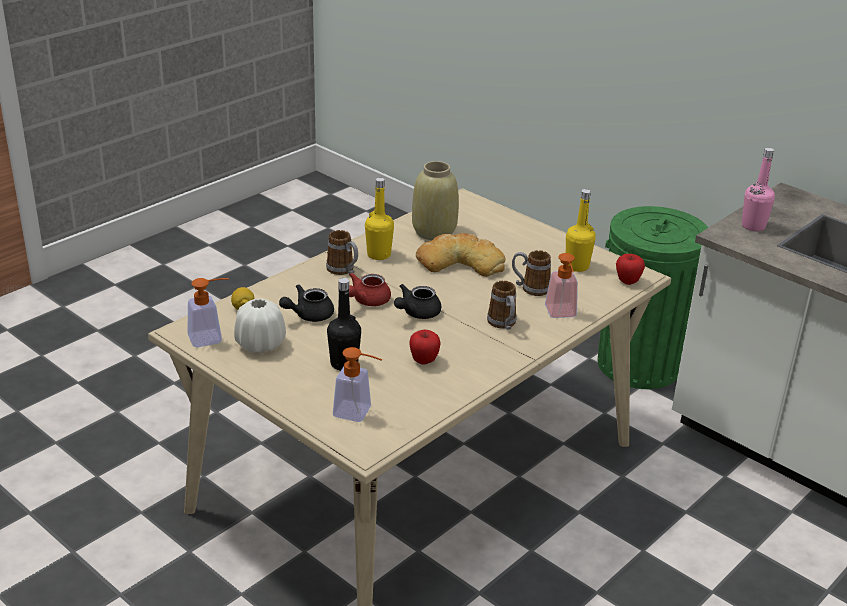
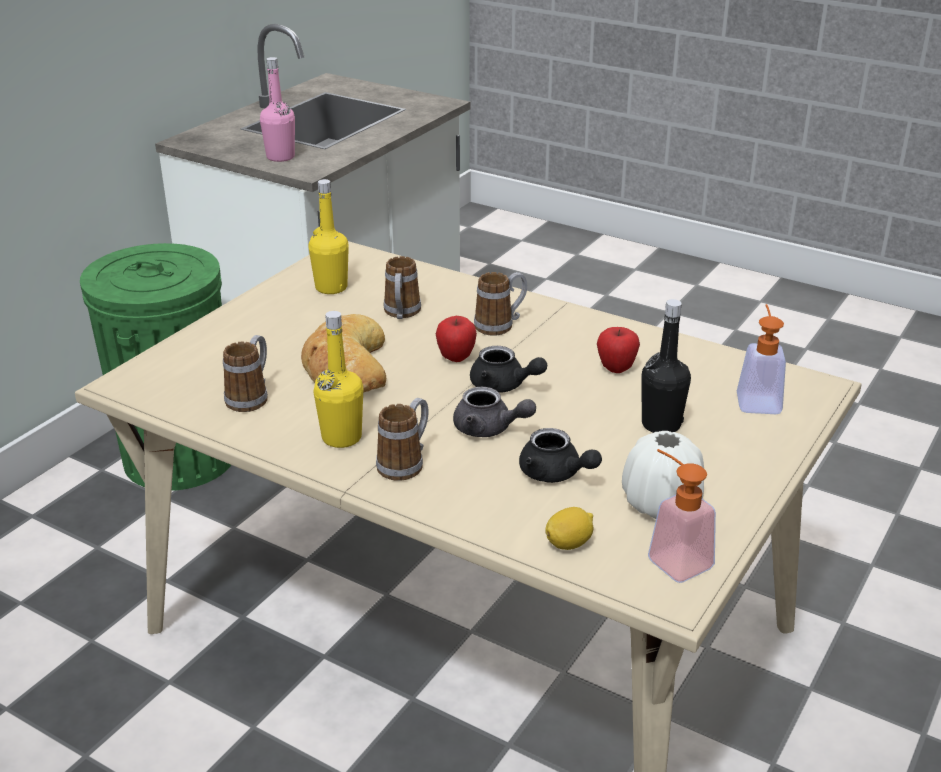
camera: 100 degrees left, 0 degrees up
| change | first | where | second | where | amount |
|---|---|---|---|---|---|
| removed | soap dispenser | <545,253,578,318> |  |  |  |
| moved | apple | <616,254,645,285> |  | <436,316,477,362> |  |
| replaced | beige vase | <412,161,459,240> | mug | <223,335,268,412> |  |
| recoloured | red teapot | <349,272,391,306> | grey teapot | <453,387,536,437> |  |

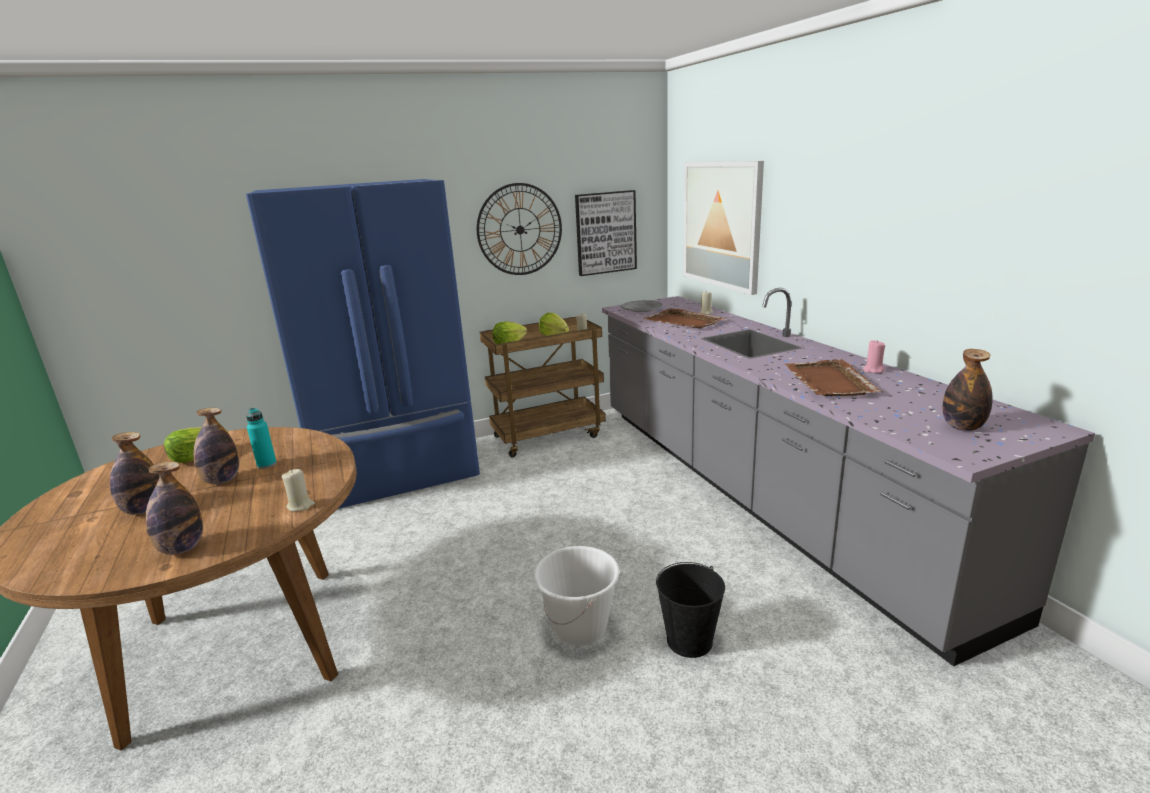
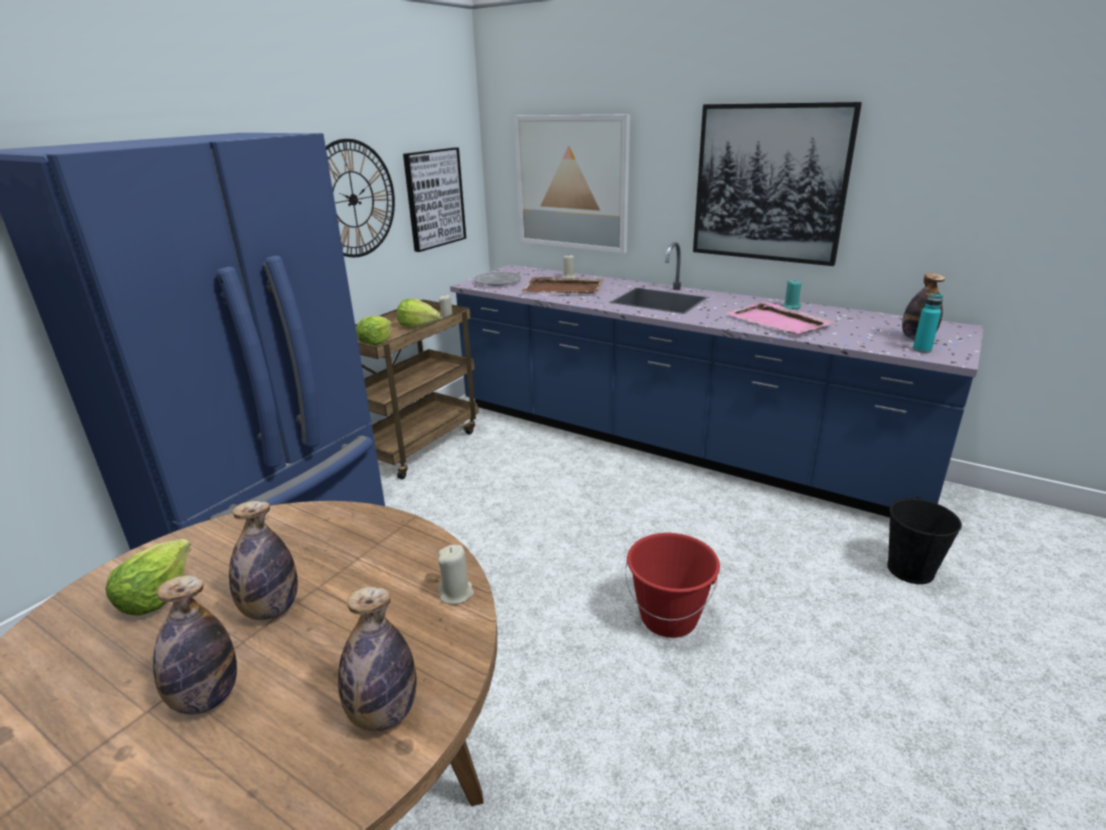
camera: 35 degrees left, 5 degrees up
| change | first | where | second | where | amount |
|---|---|---|---|---|---|
| added |  |  | picture | <693,102,862,266> |  |
| moved | turquoise bottle | <246,408,277,469> |  | <913,294,943,353> |  |
| moved | black bucket | <656,562,725,658> |  | <887,496,962,584> |  |
| recoloured | white bucket | <534,546,619,646> | red bucket | <625,533,720,638> |  |
| recoloured | grey counter | <602,288,1095,666> | blue counter | <450,242,984,518> |  |
| recoloured | brown tray | <785,359,882,396> | pink tray | <726,302,834,334> |  |
| recoloured | pink candle | <863,340,885,373> | turquoise candle | <782,280,802,309> |  |

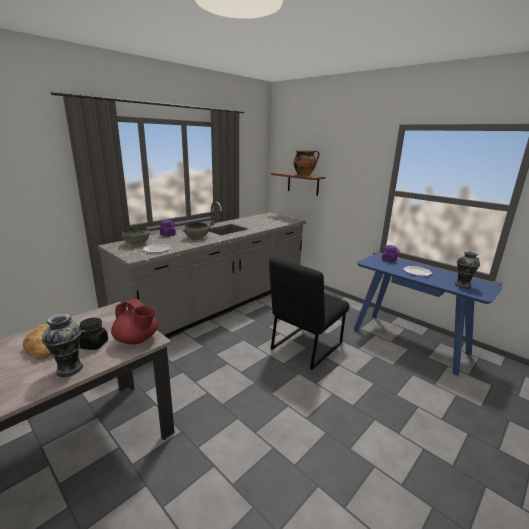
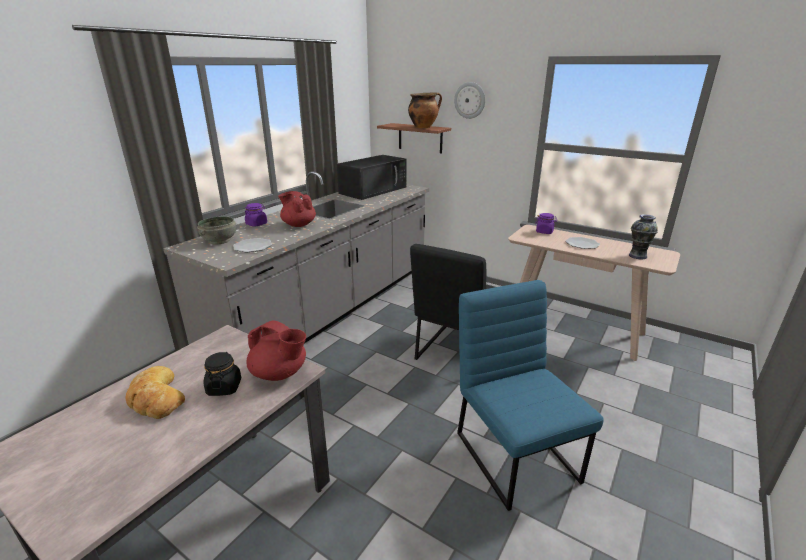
camera: 10 degrees left, 5 degrees up
| change | first | where | second | where | amount |
|---|---|---|---|---|---|
| removed | vase | <42,314,83,377> |  |  |  |
| added |  |  | black microwave | <337,155,406,200> |  |
| added |  |  | wall clock | <454,82,485,119> |  |
| added |  |  | blue chair | <457,280,604,511> |  |
| replaced | grey bowl | <182,222,210,240> | red teapot | <278,191,316,227> |  |
| recoloured | blue console table | <354,254,503,376> | beige console table | <508,225,680,361> |  |

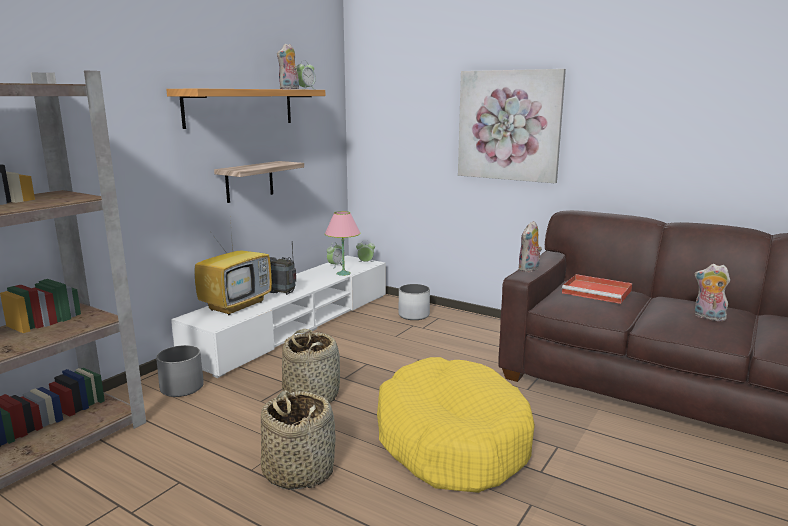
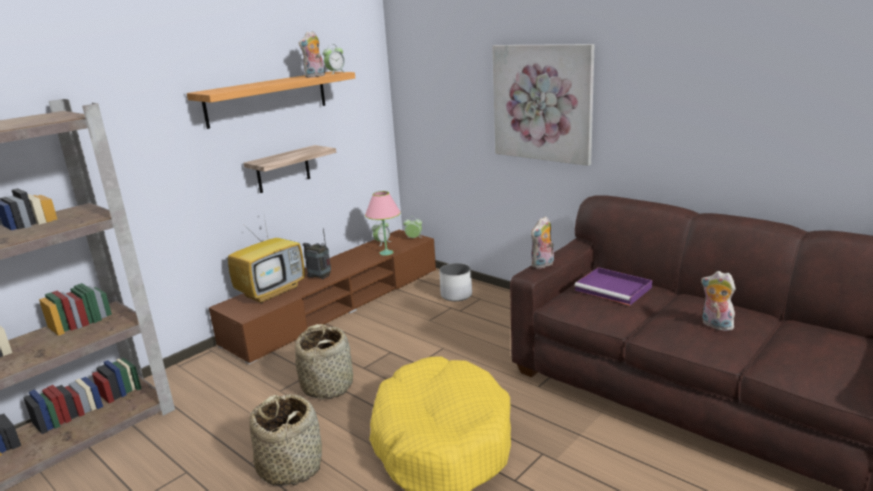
camera: 10 degrees right, 5 degrees up
| change | first | where | second | where | amount |
|---|---|---|---|---|---|
| removed | grey planter | <156,345,204,397> |  |  |  |
| recoloured | white tv stand | <171,256,386,378> | brown tv stand | <209,230,436,364> |  |
| recoloured | red tray | <562,274,632,304> | purple tray | <574,267,652,305> |  |

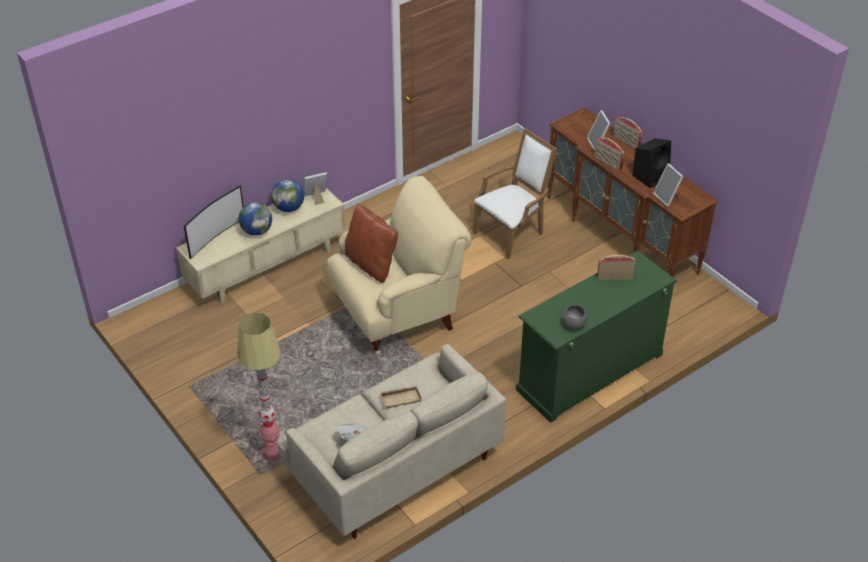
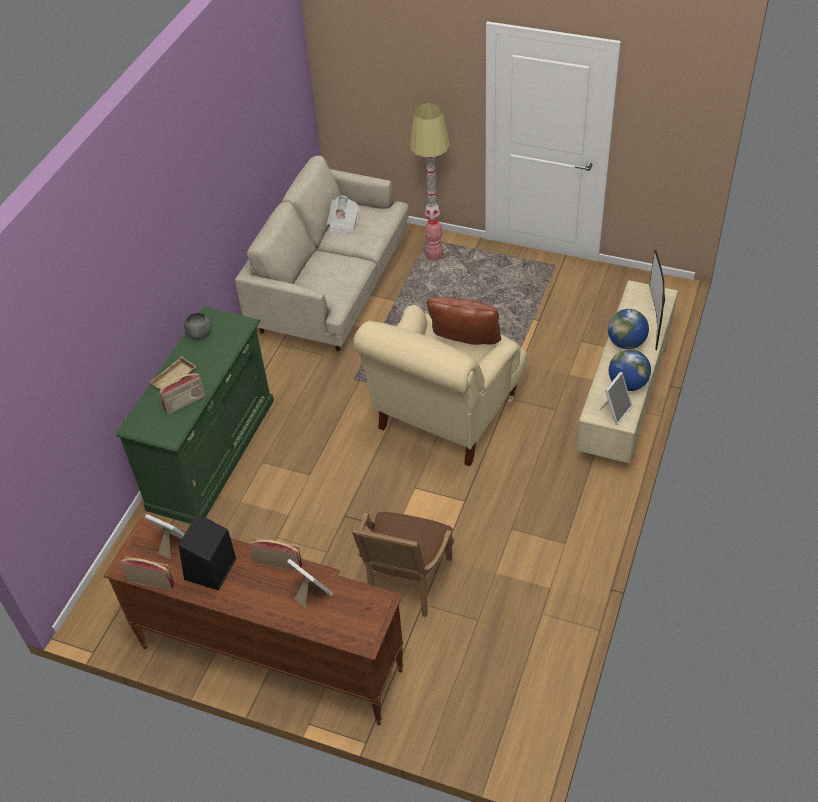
camera: 150 degrees right, 5 degrees up
| change | first | where | second | where | amount |
|---|---|---|---|---|---|
| moved | beige tray | <380,385,422,409> |  | <150,356,196,390> |  |
| moved | radio | <613,117,643,149> |  | <120,556,175,590> |  |
| recoloured | white armchair | <473,128,557,259> | brown armchair | <352,512,454,617> |  |

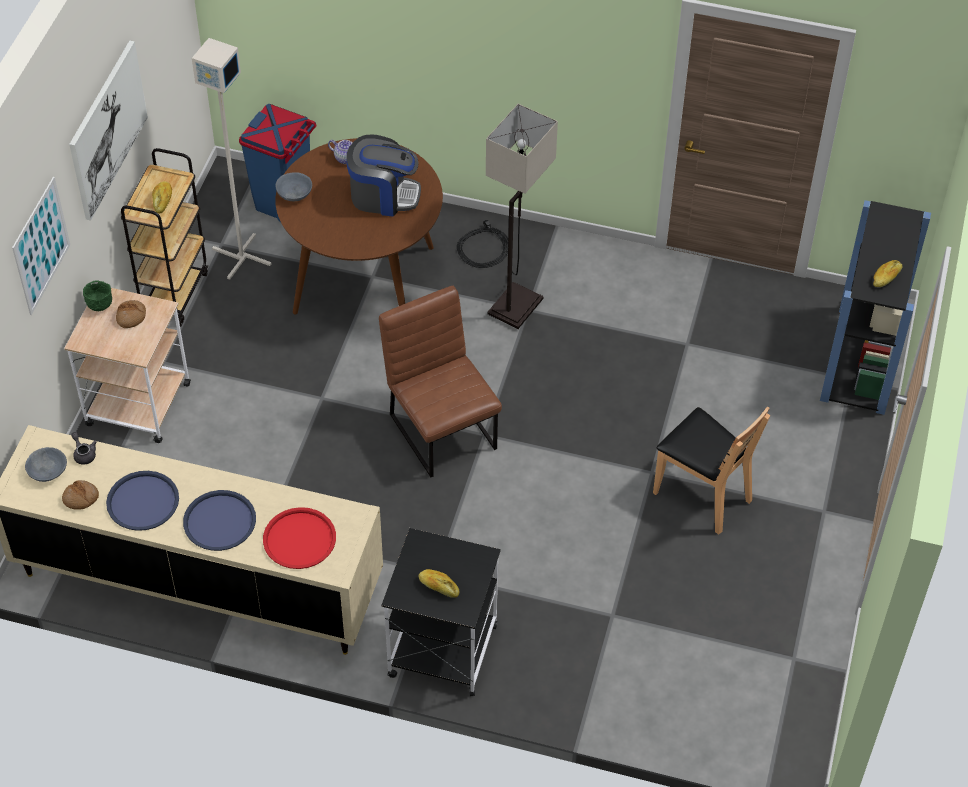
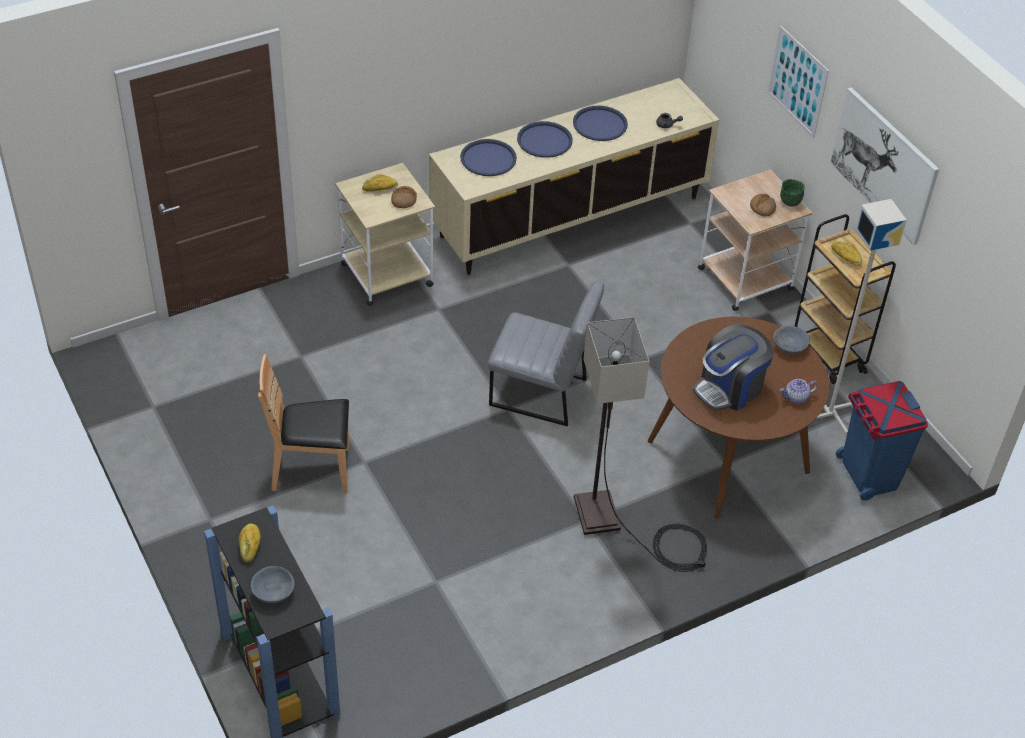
camera: 135 degrees right, 5 degrees down
| change | first | where | second | where | amount |
|---|---|---|---|---|---|
| moved | grey bowl | <25,447,67,482> |  | <251,566,294,603> |  |
| moved | bread | <62,480,99,510> |  | <391,186,417,208> |  |
| recoloured | red tray | <263,507,336,569> | blue tray | <460,139,517,176> |  |
| recoloured | brown chair | <379,286,502,477> | grey chair | <488,281,604,426> |  |
| recoloured | black cart | <381,528,501,696> | beige cart | <335,163,435,306> |  |

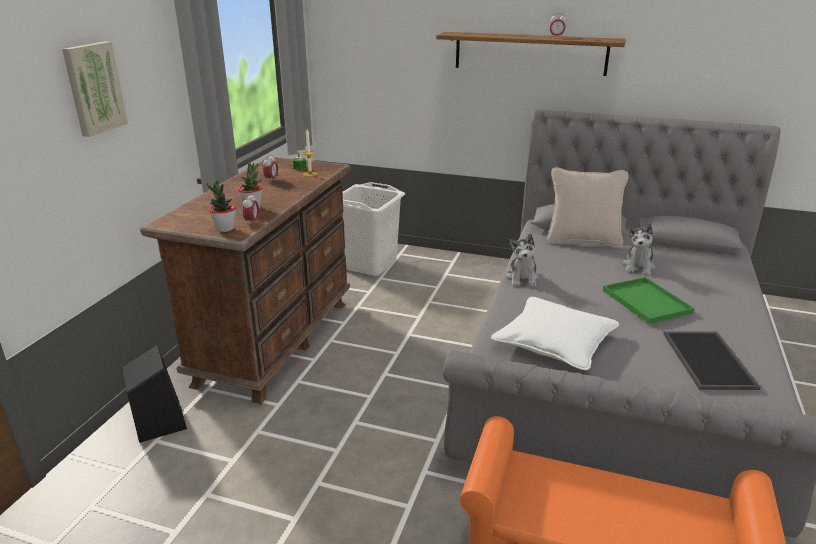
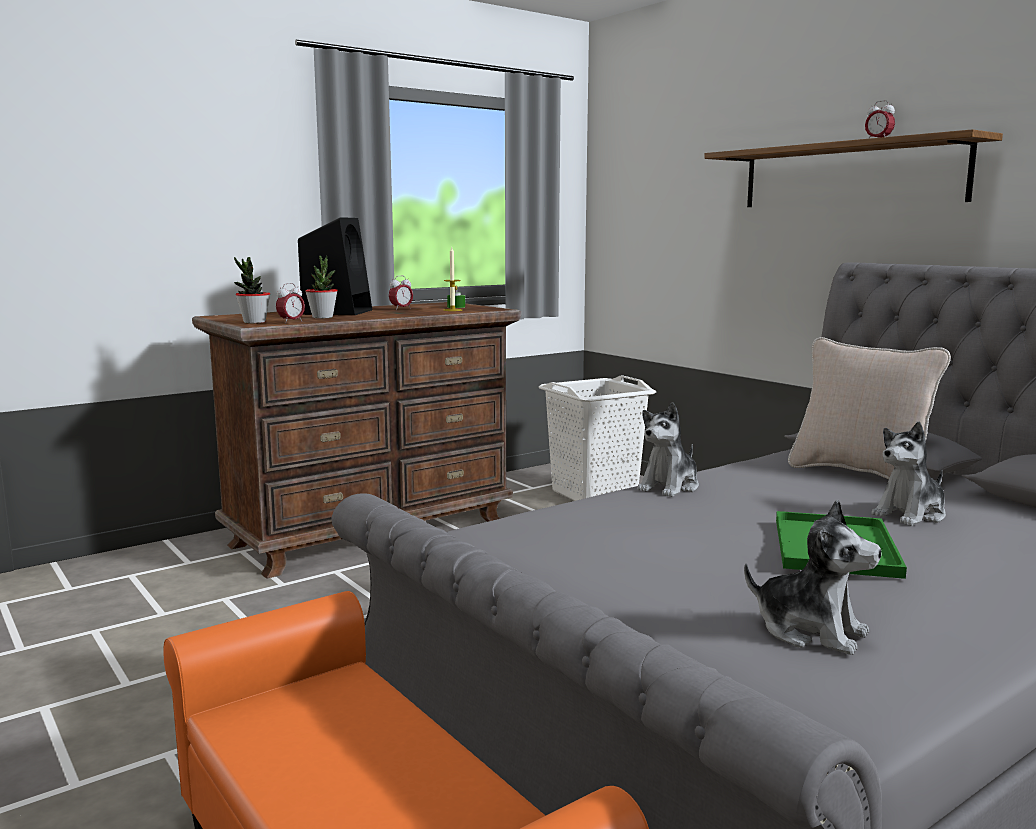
camera: 35 degrees right, 15 degrees down
| change | first | where | second | where | amount |
|---|---|---|---|---|---|
| removed | picture | <62,41,128,137> |  |  |  |
| removed | white pillow | <491,297,619,370> |  |  |  |
| moved | black speaker | <123,345,187,443> |  | <298,217,372,315> |  |
| replaced | tray | <663,331,761,390> | plush toy | <744,499,882,655> |  |

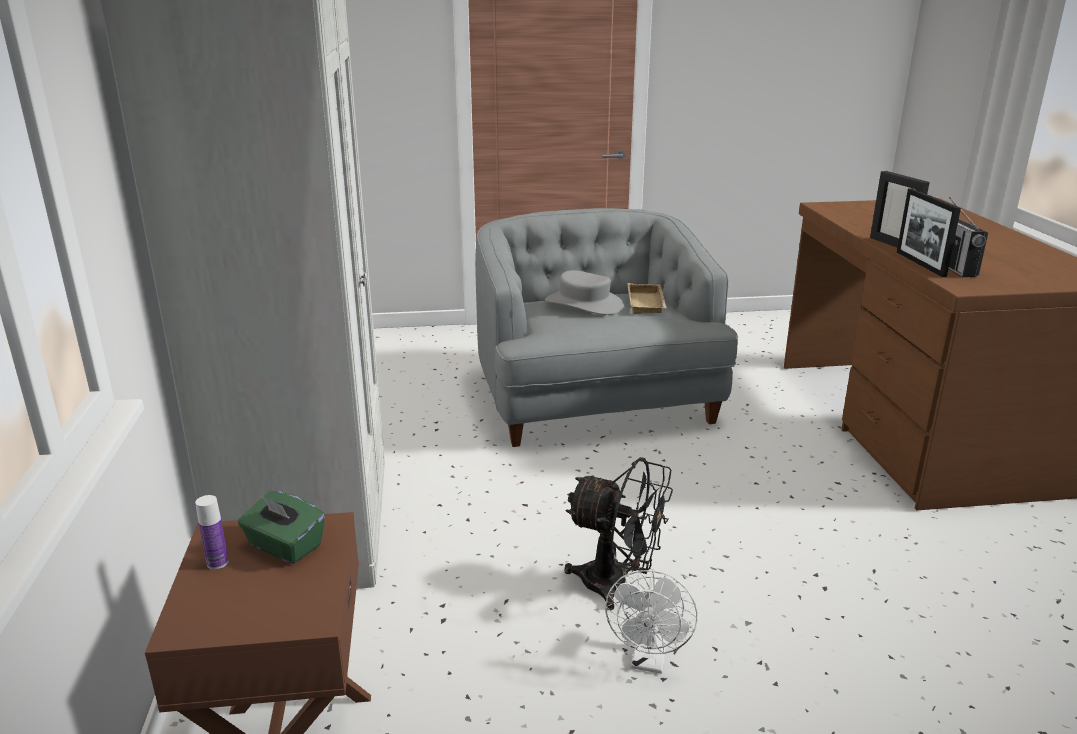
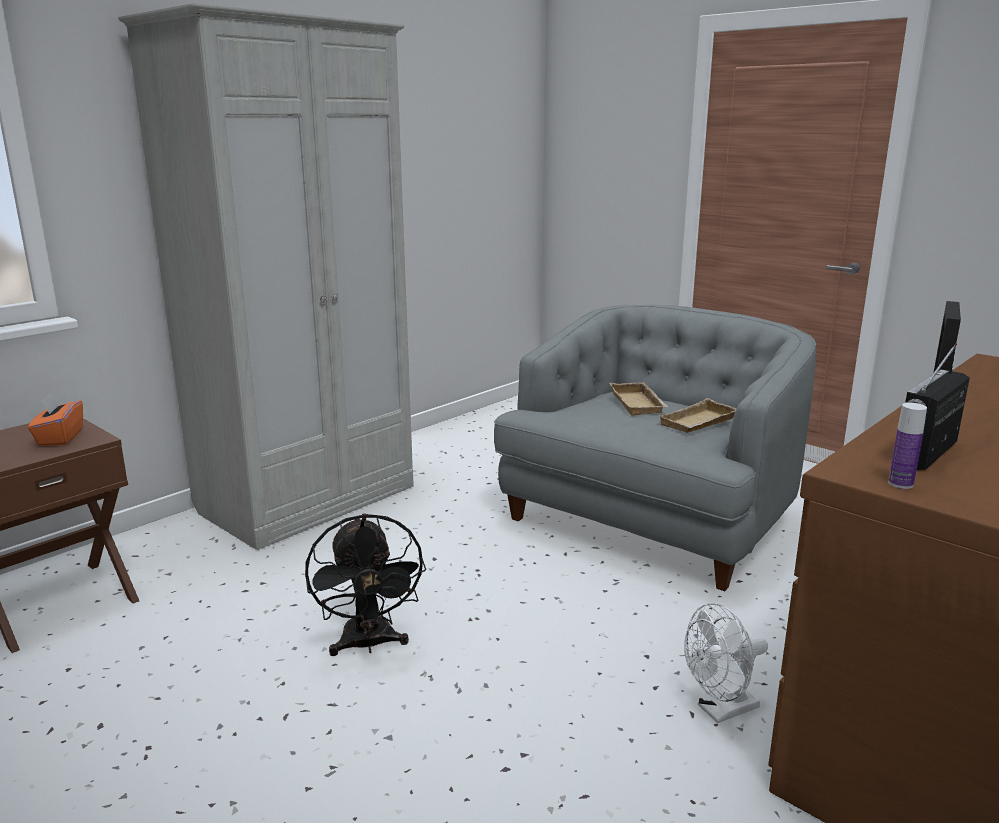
camera: 50 degrees right, 5 degrees down
| change | first | where | second | where | amount |
|---|---|---|---|---|---|
| removed | picture frame | <897,188,961,277> |  |  |  |
| moved | bottle | <195,495,229,569> |  | <888,403,927,489> |  |
| moved | white fan | <605,570,698,674> |  | <684,603,768,723> |  |
| replaced | grey hat | <545,270,624,315> | beige tray | <610,382,668,416> |  |
| recoloured | green tissue box | <238,491,325,564> | orange tissue box | <28,393,83,446> |  |

